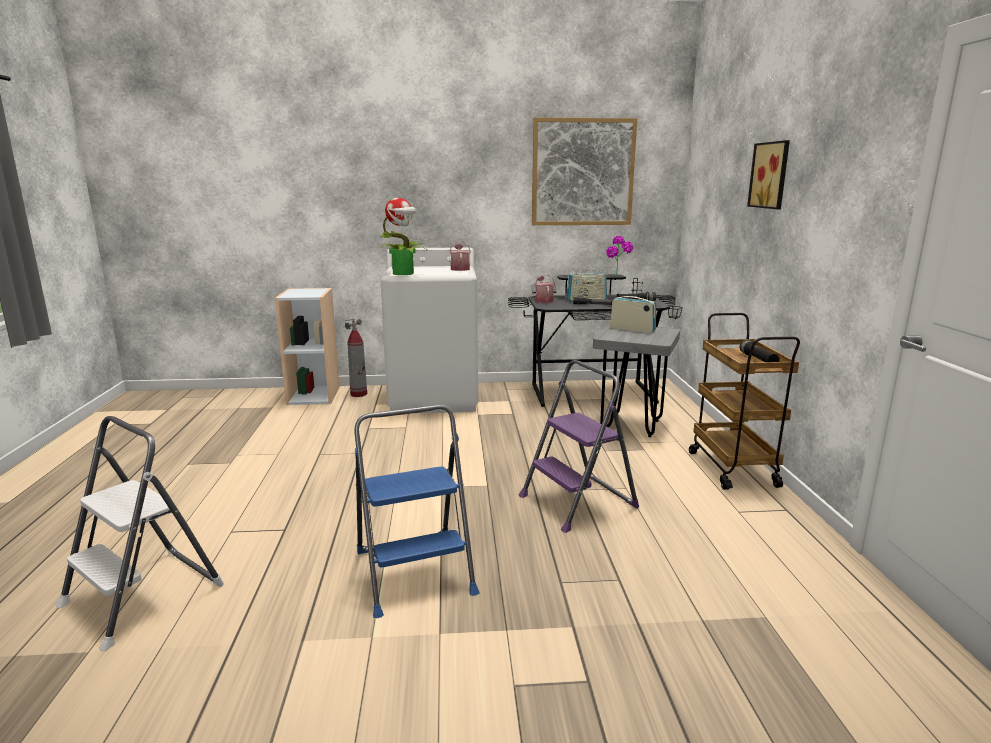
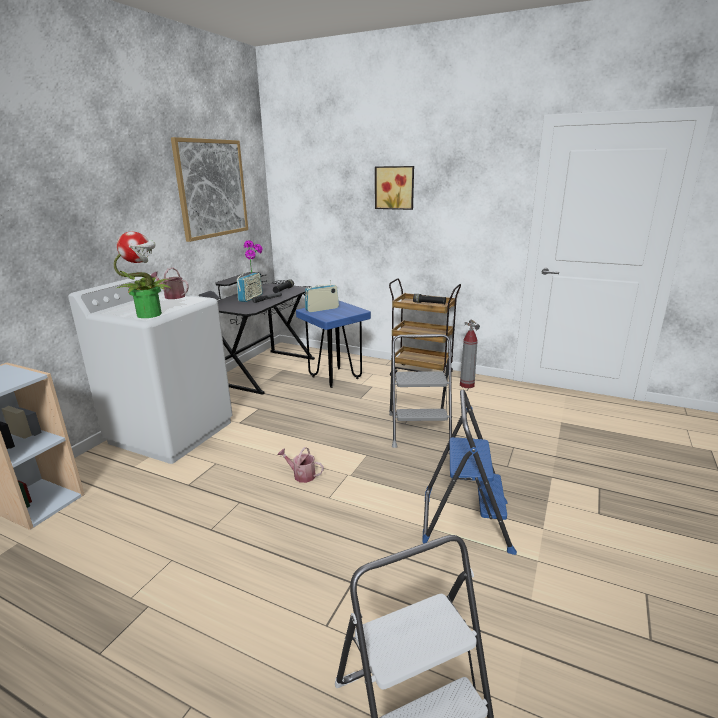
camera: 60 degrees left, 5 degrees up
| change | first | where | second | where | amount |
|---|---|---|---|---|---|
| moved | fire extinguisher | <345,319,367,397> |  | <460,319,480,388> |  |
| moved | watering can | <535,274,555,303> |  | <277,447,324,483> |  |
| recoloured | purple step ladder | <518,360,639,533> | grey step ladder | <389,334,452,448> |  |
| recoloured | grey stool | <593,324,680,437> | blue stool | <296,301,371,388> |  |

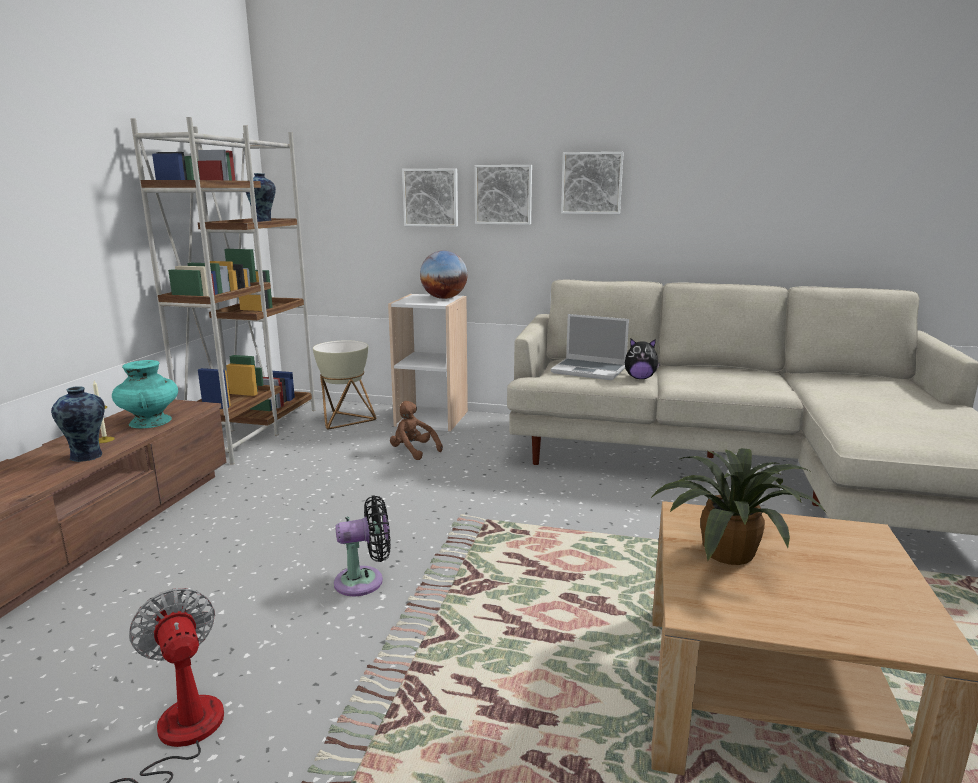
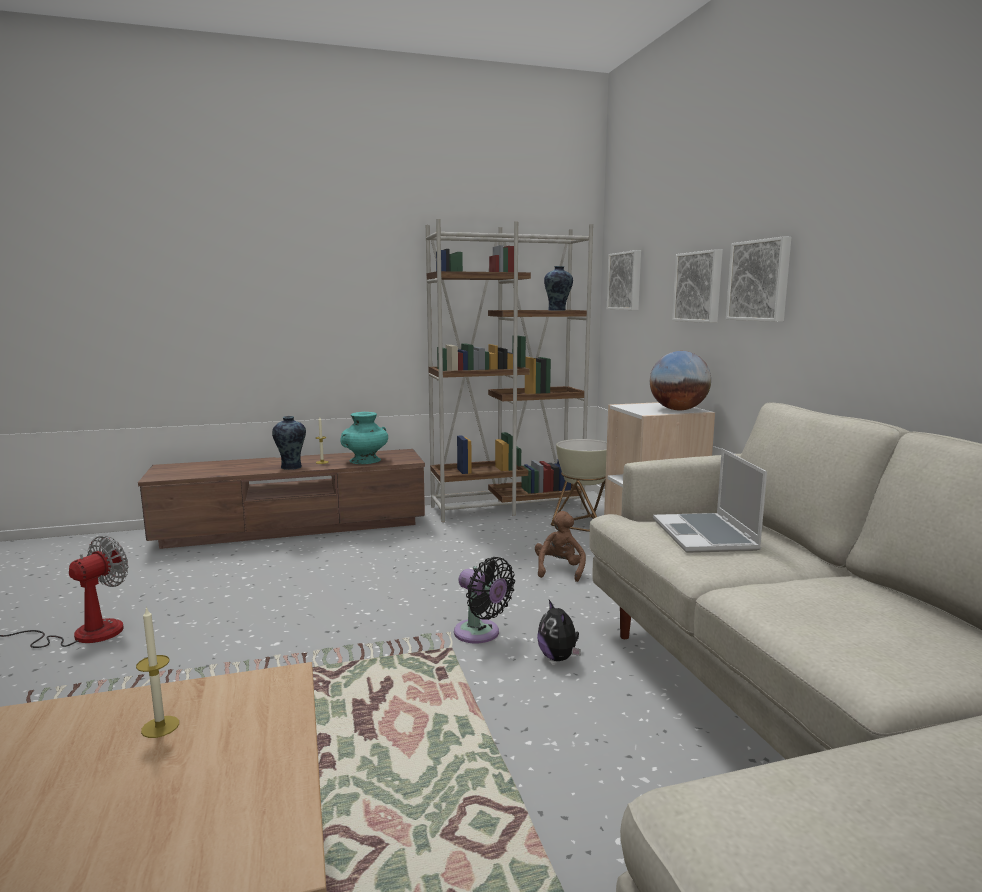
camera: 60 degrees right, 5 degrees down
| change | first | where | second | where | amount |
|---|---|---|---|---|---|
| moved | black fan | <334,496,391,596> |  | <454,557,515,644> |  |
| moved | picture | <561,152,624,214> |  | <607,250,641,310> |  |
| moved | plush toy | <625,339,660,379> |  | <537,600,581,661> |  |
| replaced | potted plant | <651,448,827,565> | candle | <136,607,179,738> |  |

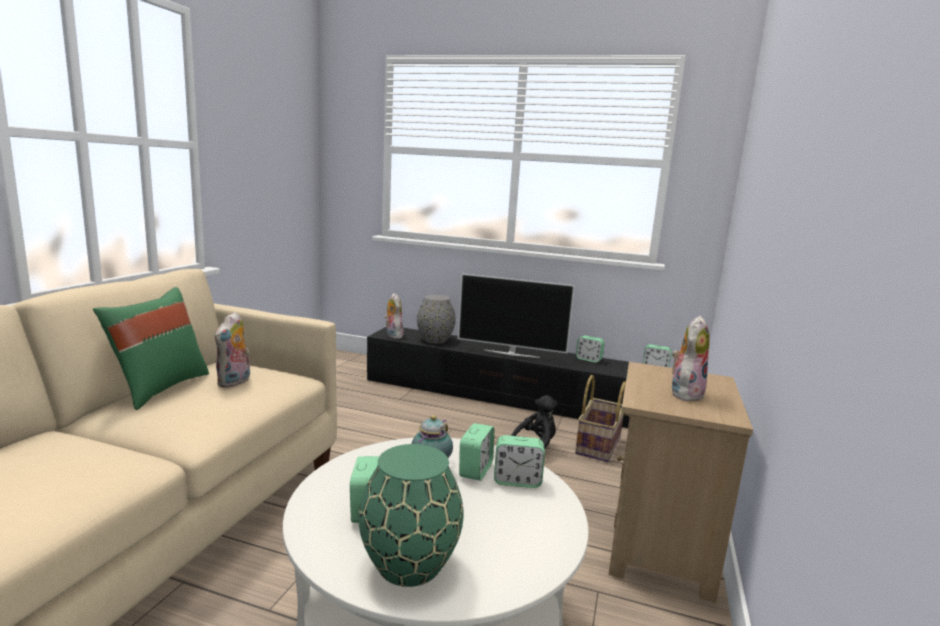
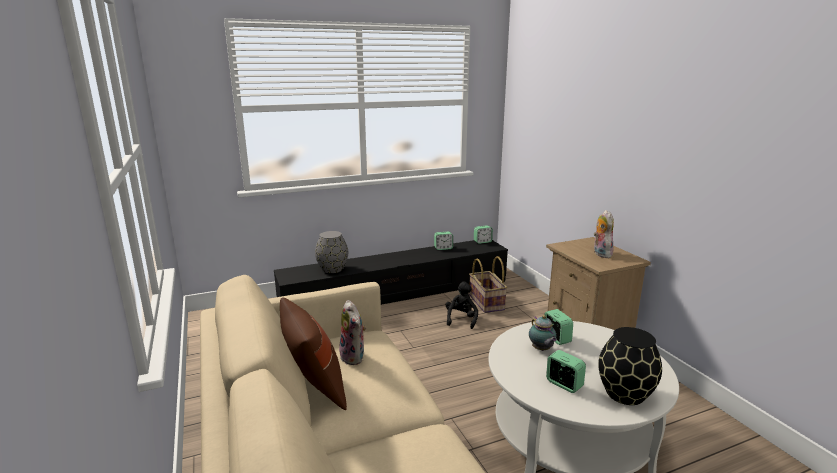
camera: 40 degrees left, 5 degrees up
| change | first | where | second | where | amount |
|---|---|---|---|---|---|
| removed | plush toy | <384,293,404,339> |  |  |  |
| removed | television | <458,274,575,358> |  |  |  |
| removed | alarm clock | <494,435,545,488> |  |  |  |
| recoloured | green pillow | <93,287,209,410> | brown pillow | <280,297,347,410> |  |
| recoloured | green vase | <358,444,463,587> | black vase | <598,327,662,405> |  |

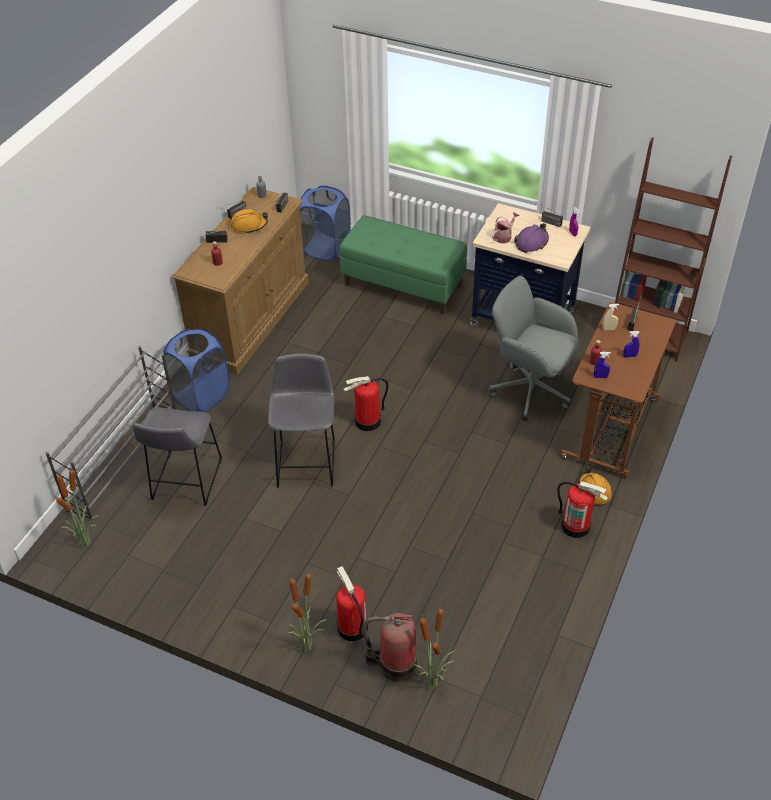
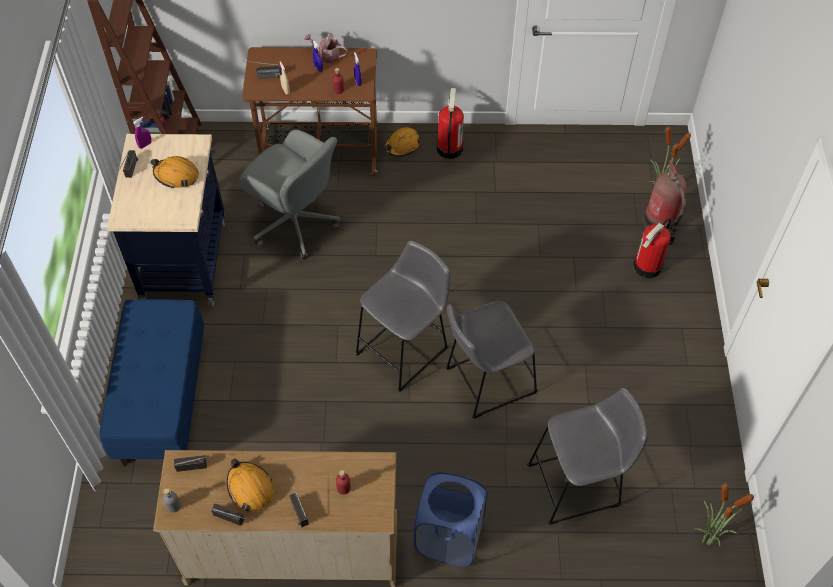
camera: 115 degrees left, 10 degrees up
| change | first | where | second | where | amount |
|---|---|---|---|---|---|
| removed | grey shoe rack | <45,346,176,523> |  |  |  |
| removed | potted plant | <287,569,327,653> |  |  |  |
| removed | blue laundry basket | <299,185,351,261> |  |  |  |
| moved | watering can | <492,212,520,243> |  | <304,33,347,63> |  |
| replaced | fire extinguisher | <343,376,388,431> | grey stool | <355,240,450,392> |  |
| recoloured | green bench | <339,215,467,314> | blue bench | <99,299,204,466> |  |
| recoloured | purple hard hat | <514,223,549,253> | orange hard hat | <151,156,199,189> |  |
| turned | grey office chair | <489,275,580,421> |  | <239,130,340,259> | 60 degrees counterclockwise |

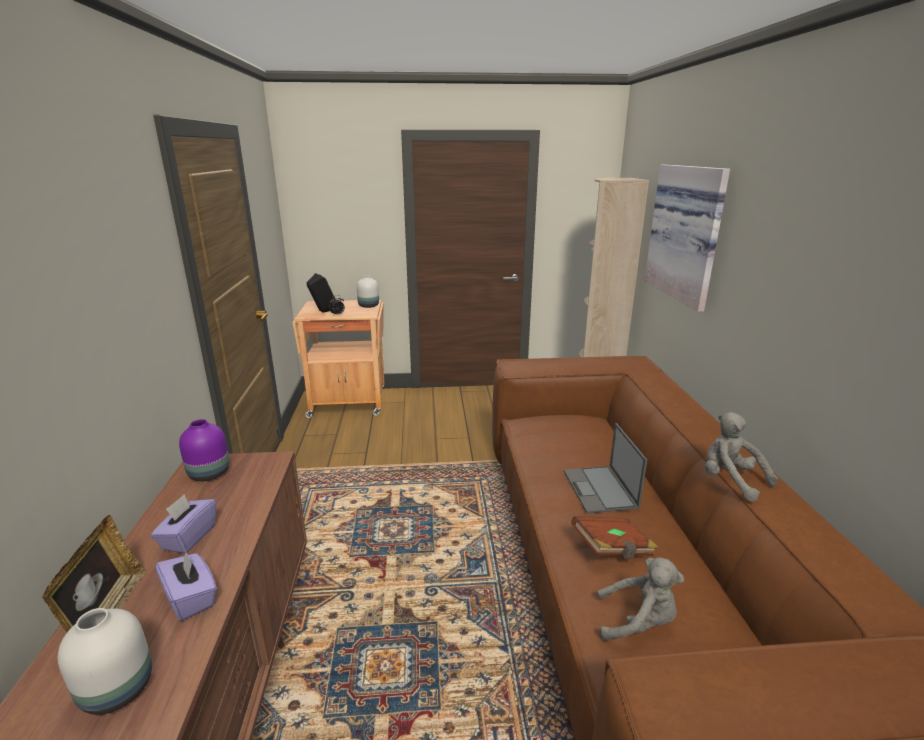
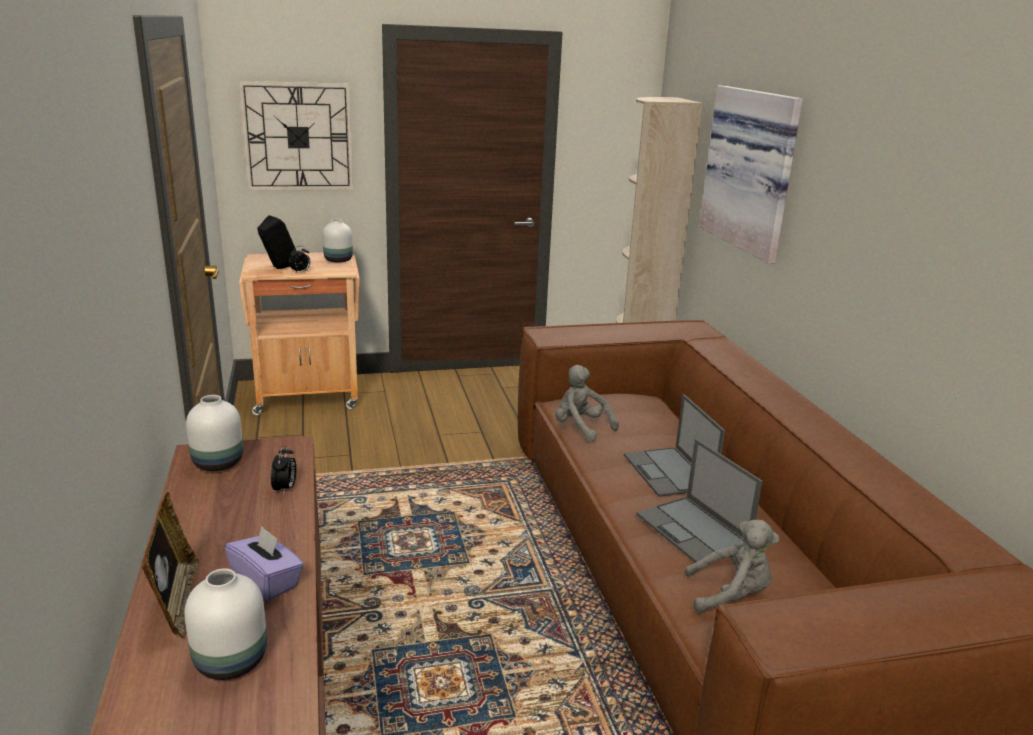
camera: 10 degrees left, 0 degrees up
| change | first | where | second | where | amount |
|---|---|---|---|---|---|
| removed | purple tissue box | <151,494,216,554> |  |  |  |
| added |  |  | wall clock | <239,81,354,191> |  |
| added |  |  | alarm clock | <271,445,296,495> |  |
| moved | grey plush toy | <705,412,778,502> |  | <555,365,619,442> |  |
| replaced | brown book | <571,516,658,559> | laptop | <636,439,763,563> |  |
| recoloured | purple vase | <179,419,230,481> | white vase | <186,395,243,471> |  |

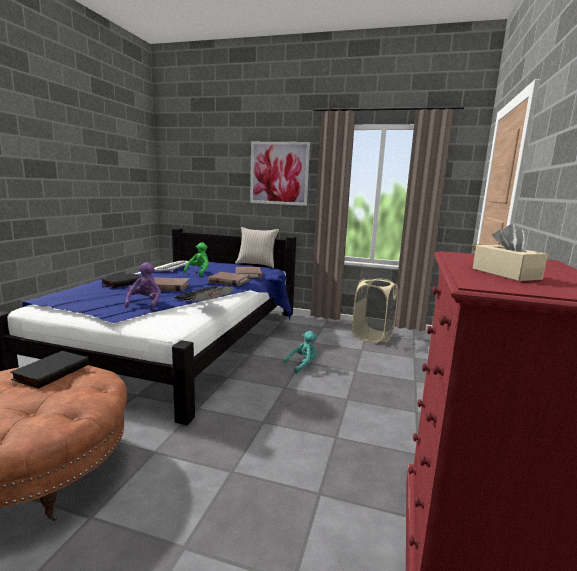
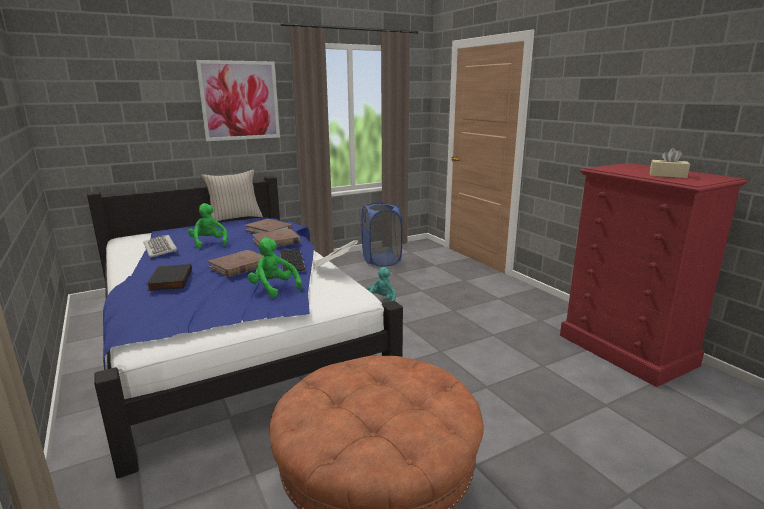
camera: 45 degrees left, 5 degrees up
| change | first | where | second | where | amount |
|---|---|---|---|---|---|
| removed | black book | <10,351,89,389> |  |  |  |
| recoloured | purple plush toy | <125,262,161,310> | green plush toy | <248,238,302,298> |  |
| recoloured | beige laundry basket | <352,278,398,343> | blue laundry basket | <362,202,402,267> |  |

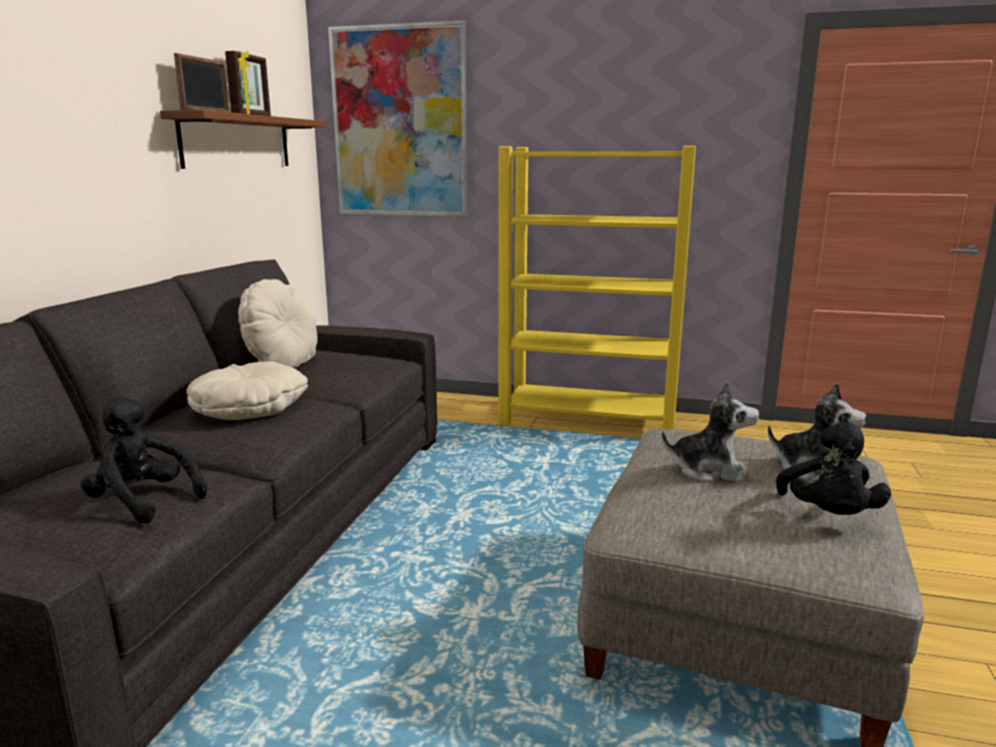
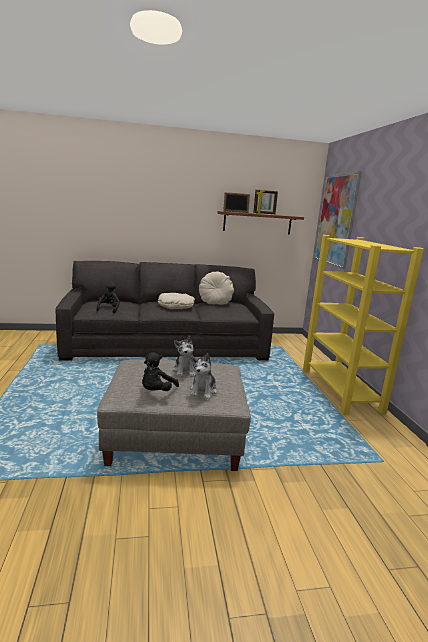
camera: 65 degrees right, 0 degrees up
| change | first | where | second | where | amount |
|---|---|---|---|---|---|
| turned | black plush toy | <776,422,891,515> |  | <142,352,179,391> | 45 degrees counterclockwise |

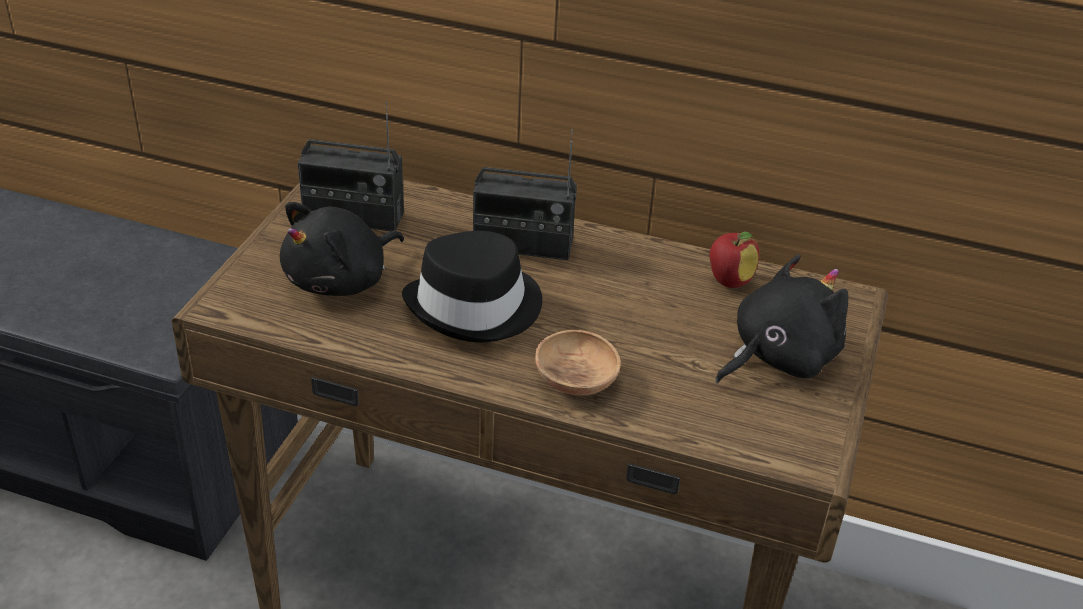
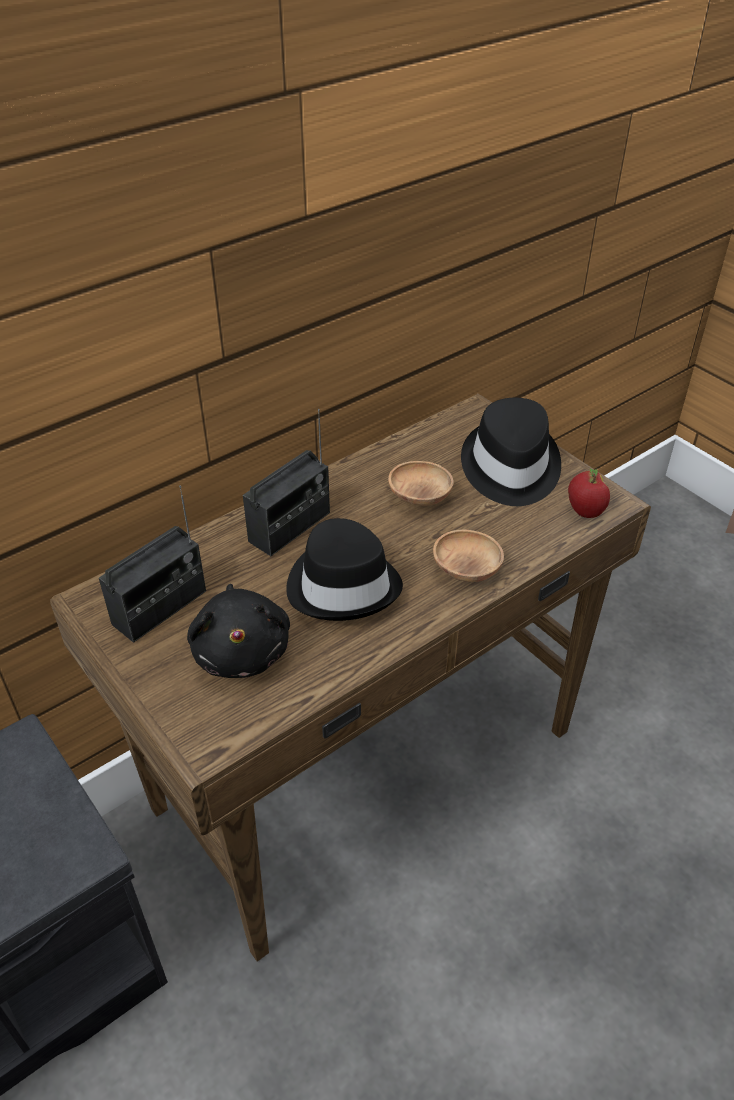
camera: 55 degrees left, 5 degrees up
| change | first | where | second | where | amount |
|---|---|---|---|---|---|
| added |  |  | brown bowl | <388,461,454,506> |  |
| moved | apple | <710,232,759,288> |  | <568,468,610,518> |  |
| replaced | black plush toy | <715,255,848,383> | black hat | <461,398,561,506> |  |

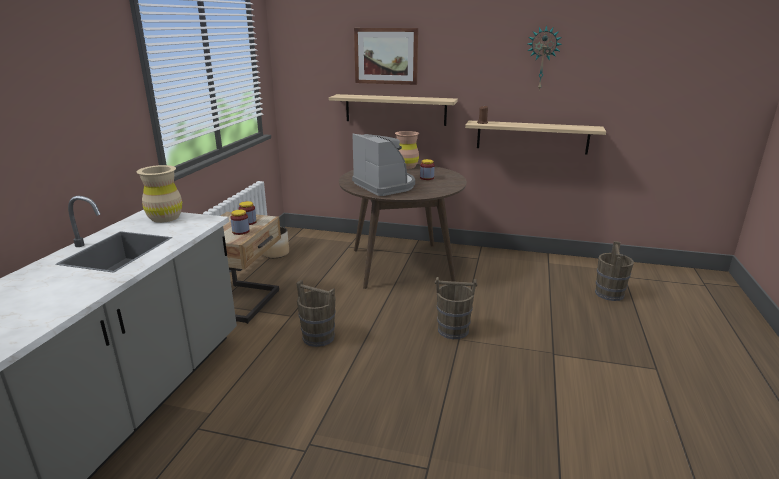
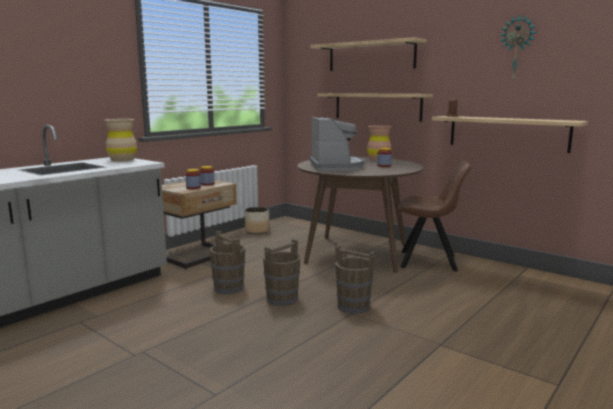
camera: 25 degrees right, 10 degrees down
| change | first | where | second | where | amount |
|---|---|---|---|---|---|
| added |  |  | brown chair | <398,160,472,271> |  |
| moved | brown bucket | <595,241,634,301> |  | <263,239,300,306> |  |
| replaced | picture | <354,28,418,85> | shelf | <310,37,427,71> |  |

